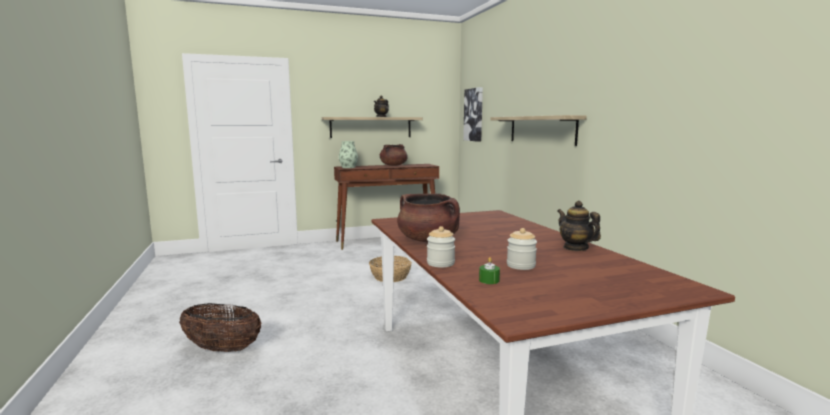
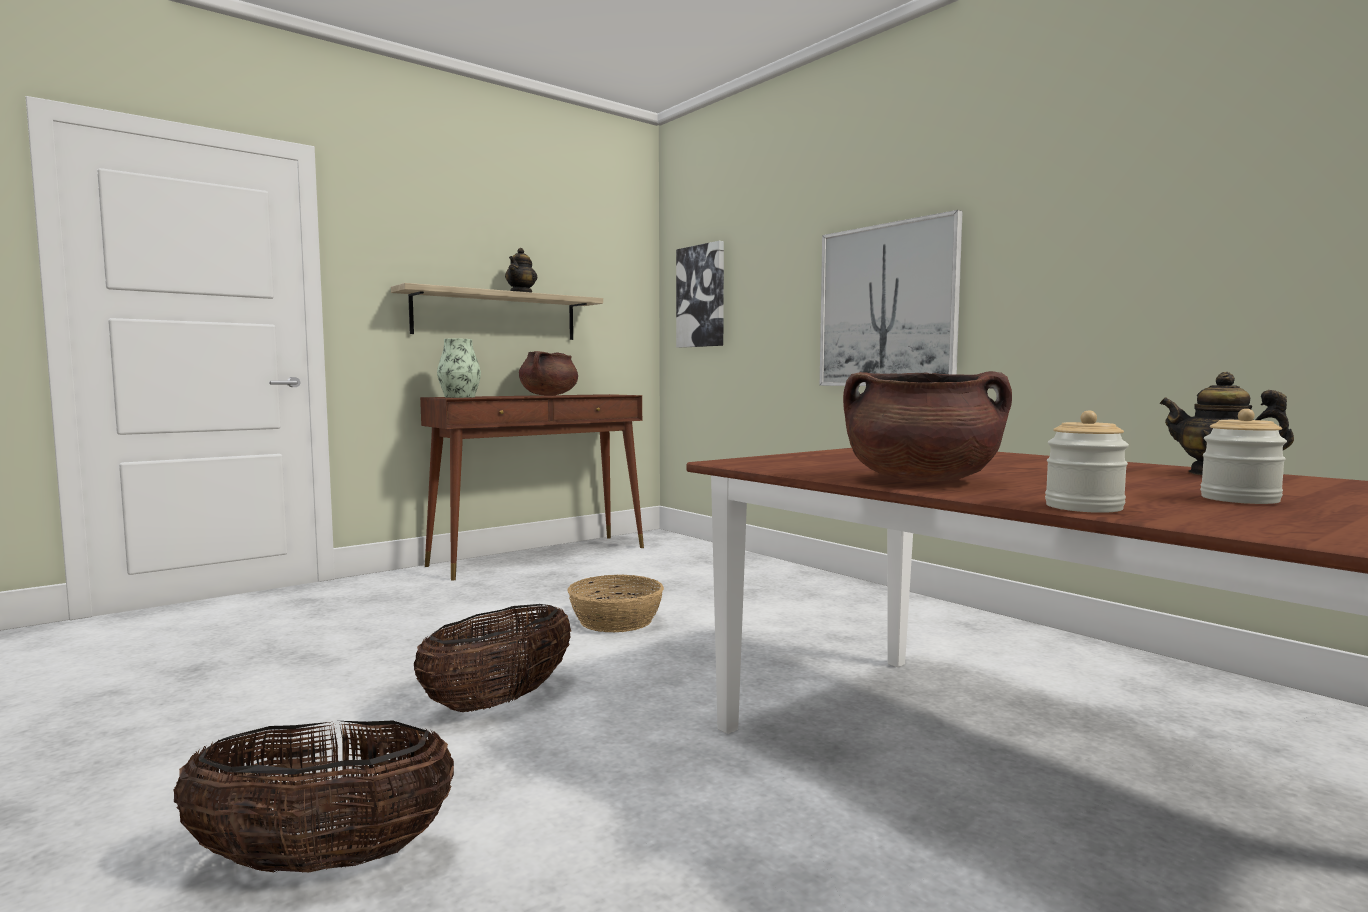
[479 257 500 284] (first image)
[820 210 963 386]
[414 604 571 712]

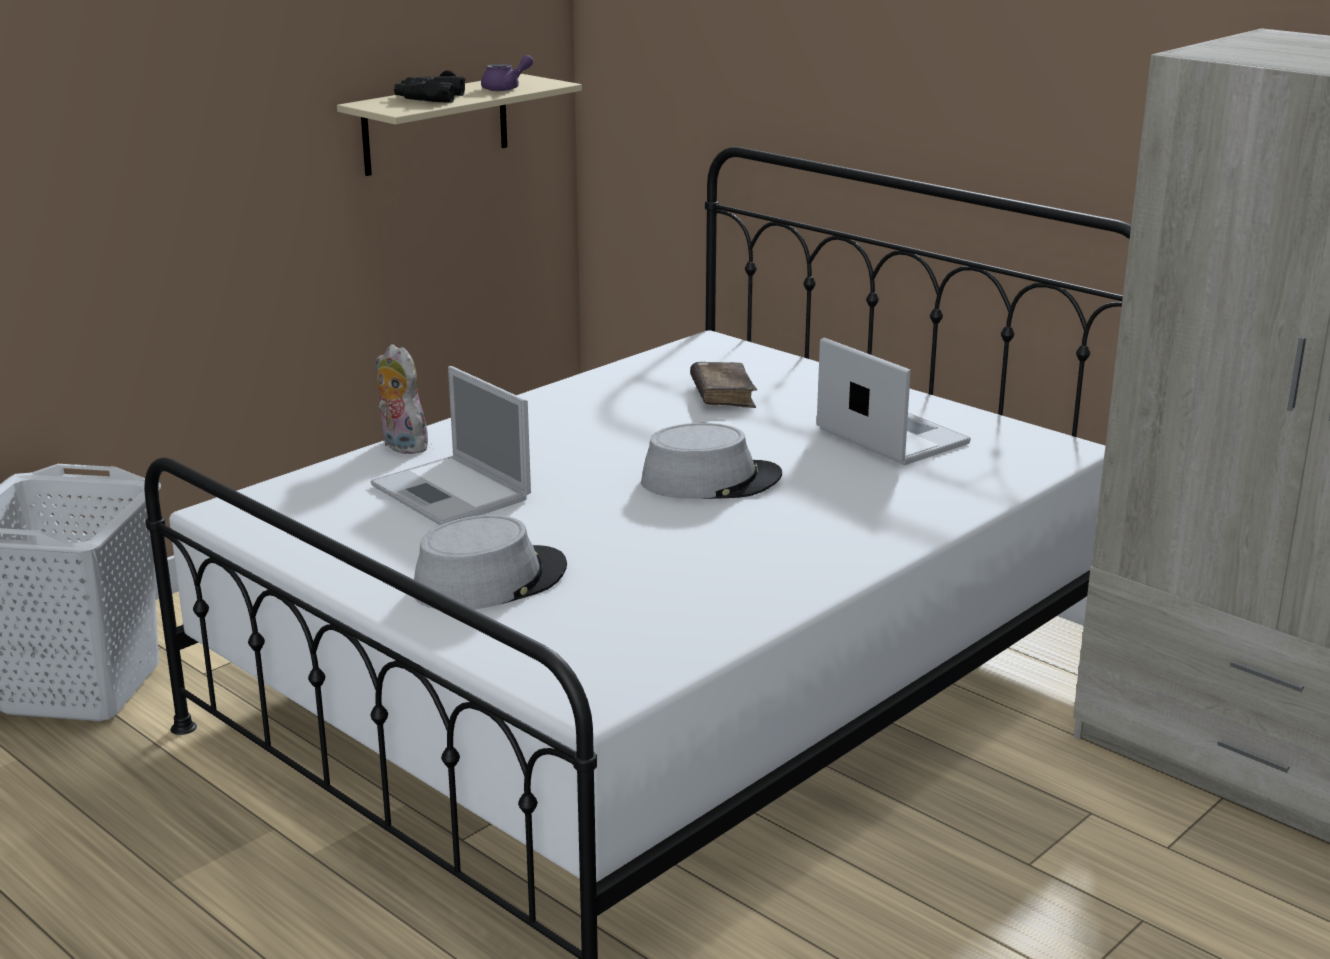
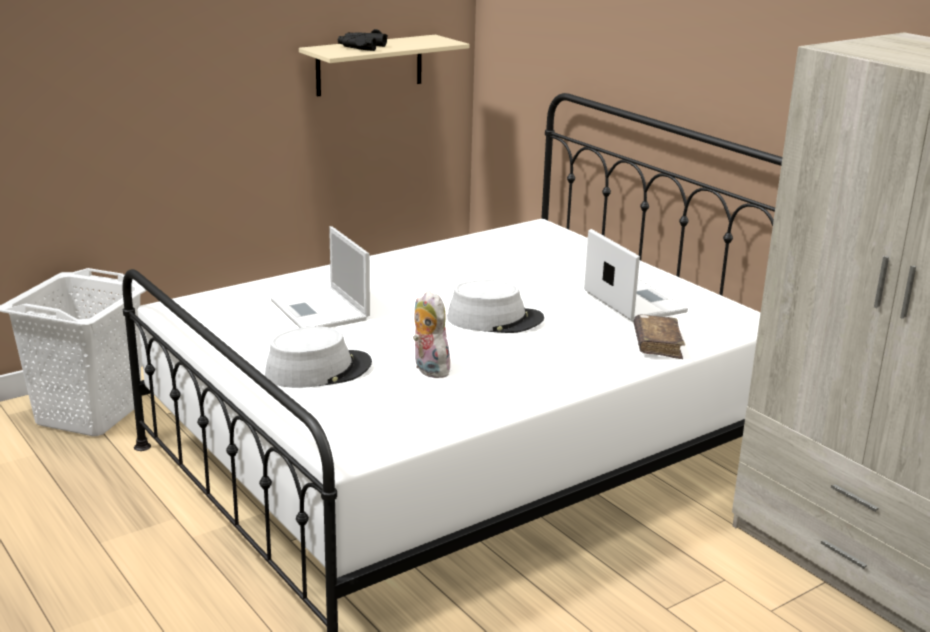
[413 290 450 378]
[481 55 533 91] (first image)
[634 315 685 359]

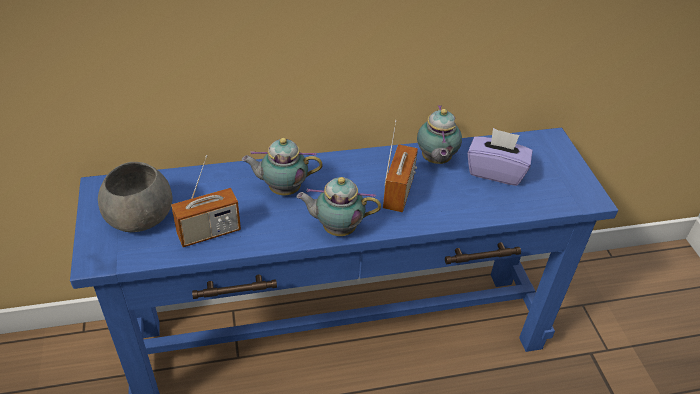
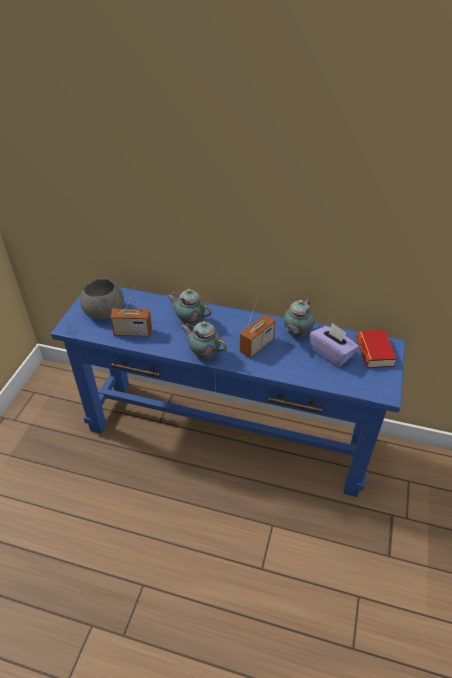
[356 330 397 368]

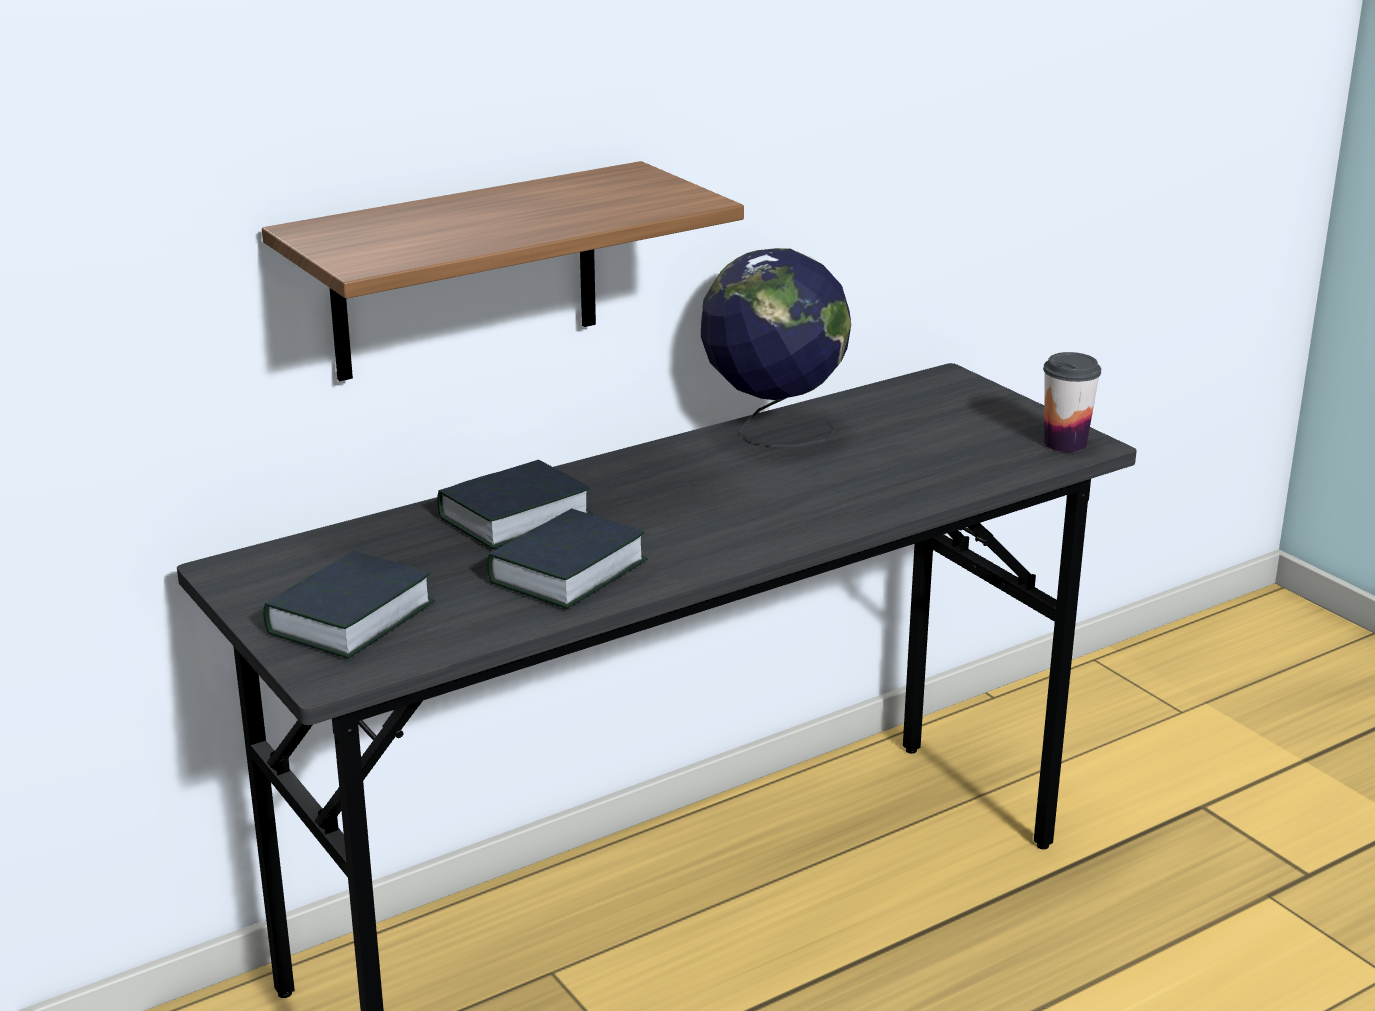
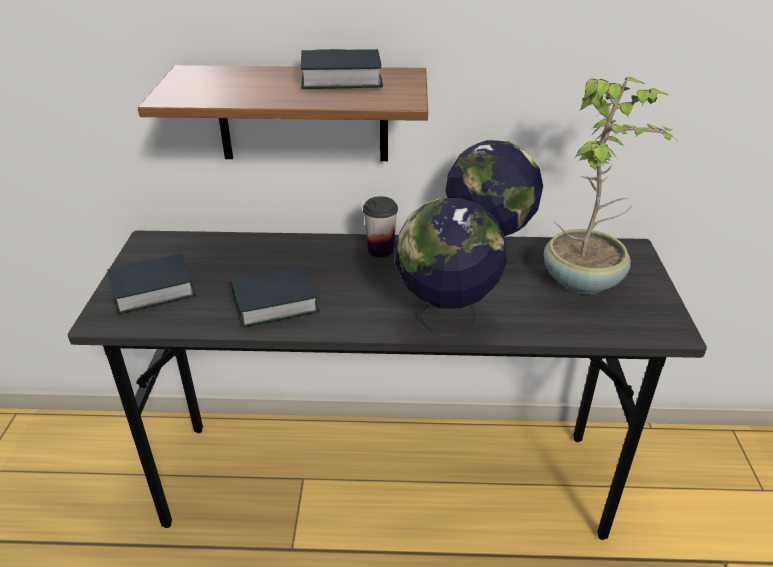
[300 49 383 89]
[363 196 398 258]
[395 198 507 336]
[544 77 679 294]

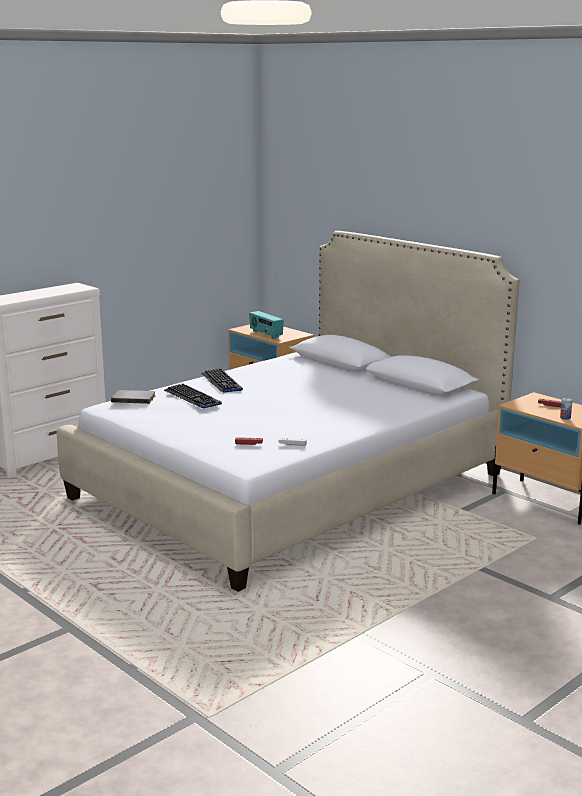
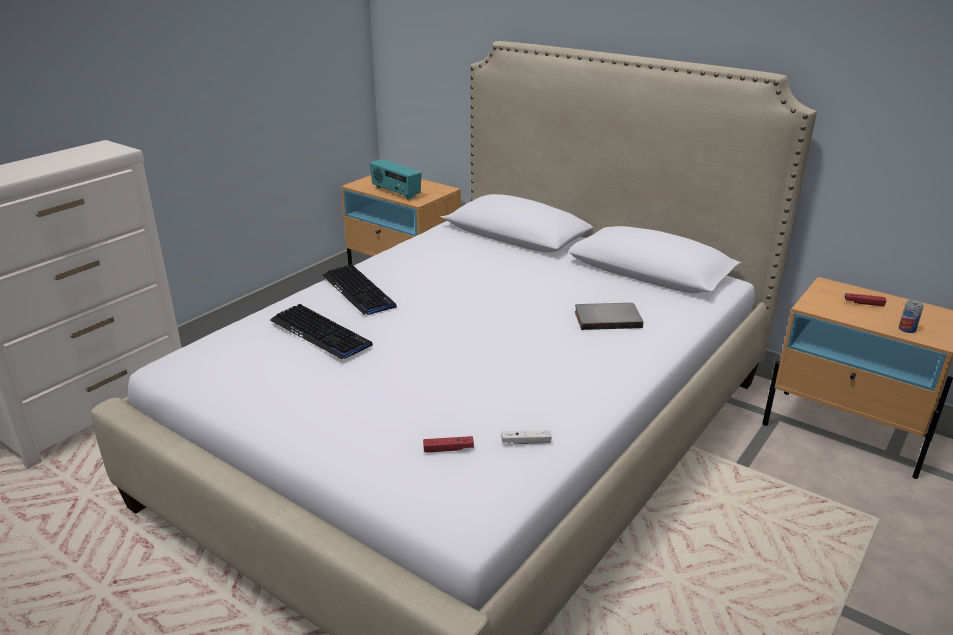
[575 303 643 330]

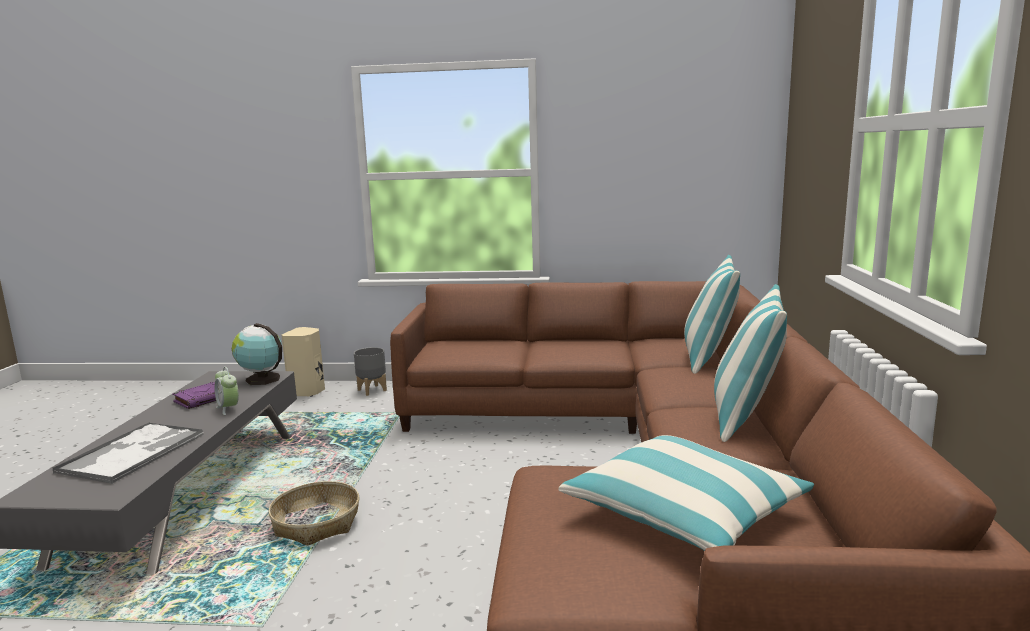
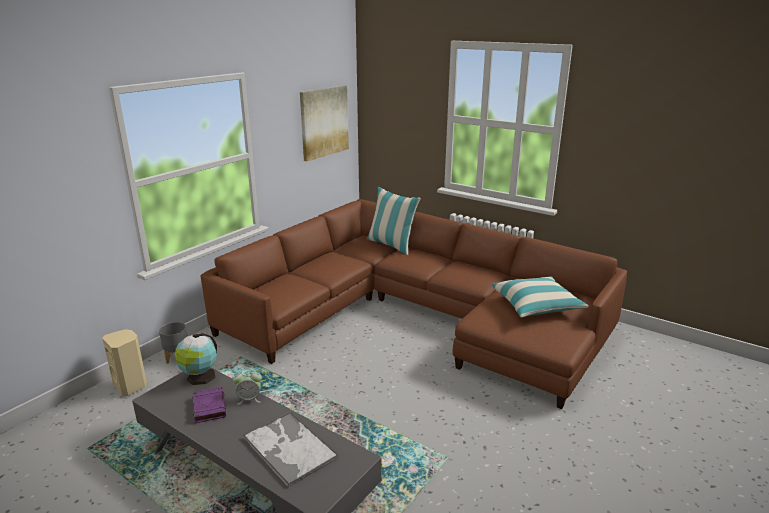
[268 481 360 545] (first image)
[714 284 787 442] (first image)
[300 85 349 161]

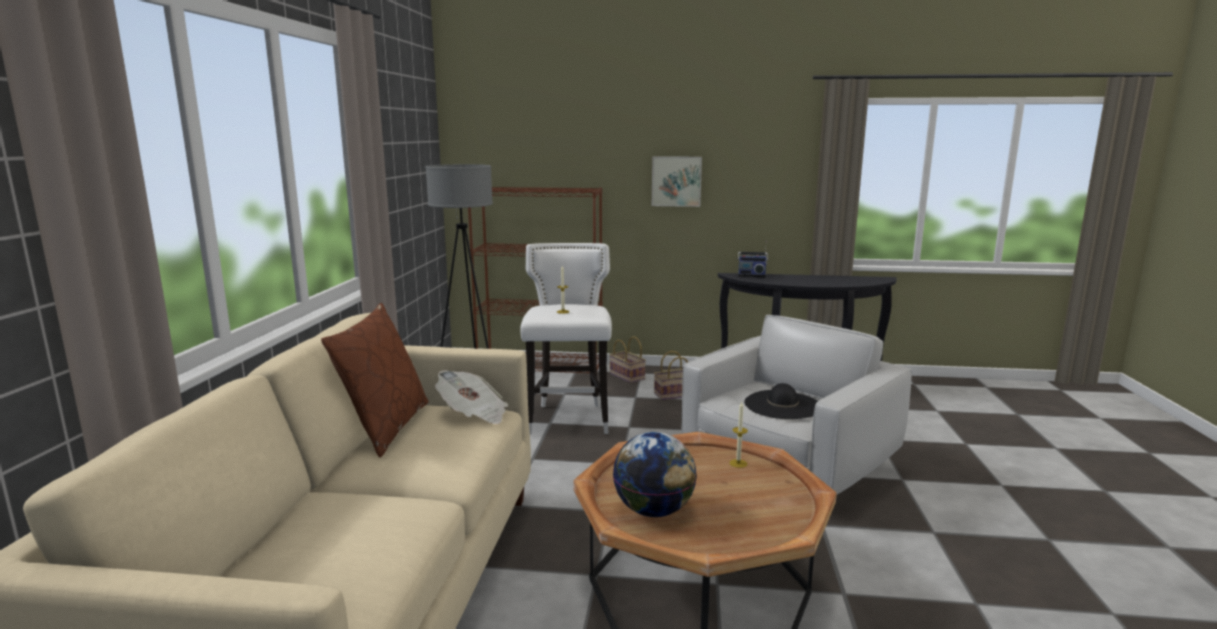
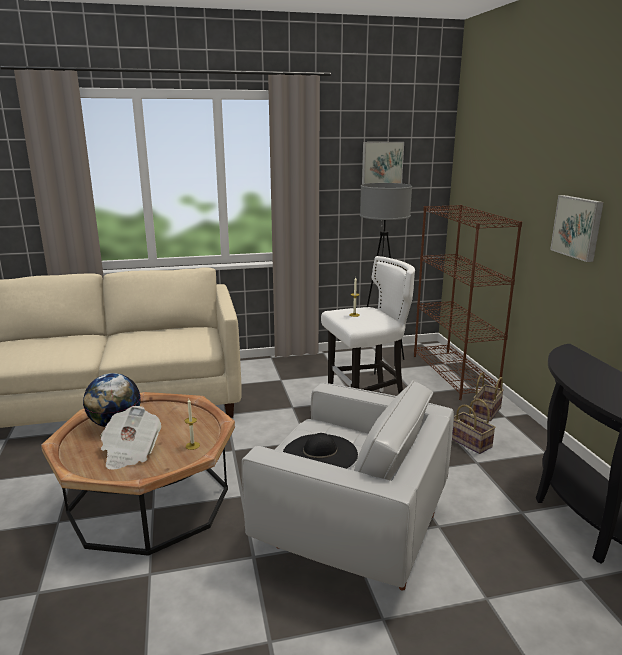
[321 303 429 457] (first image)
[100 406 161 470]
[738 241 768 277] (first image)
[362 142 404 184]

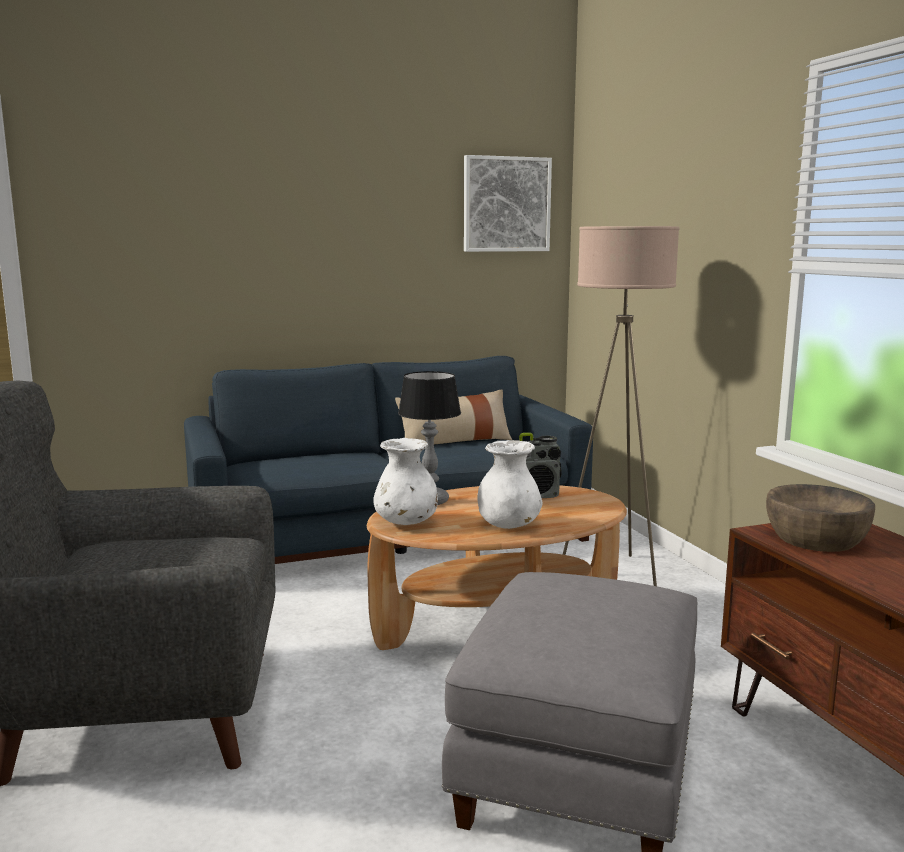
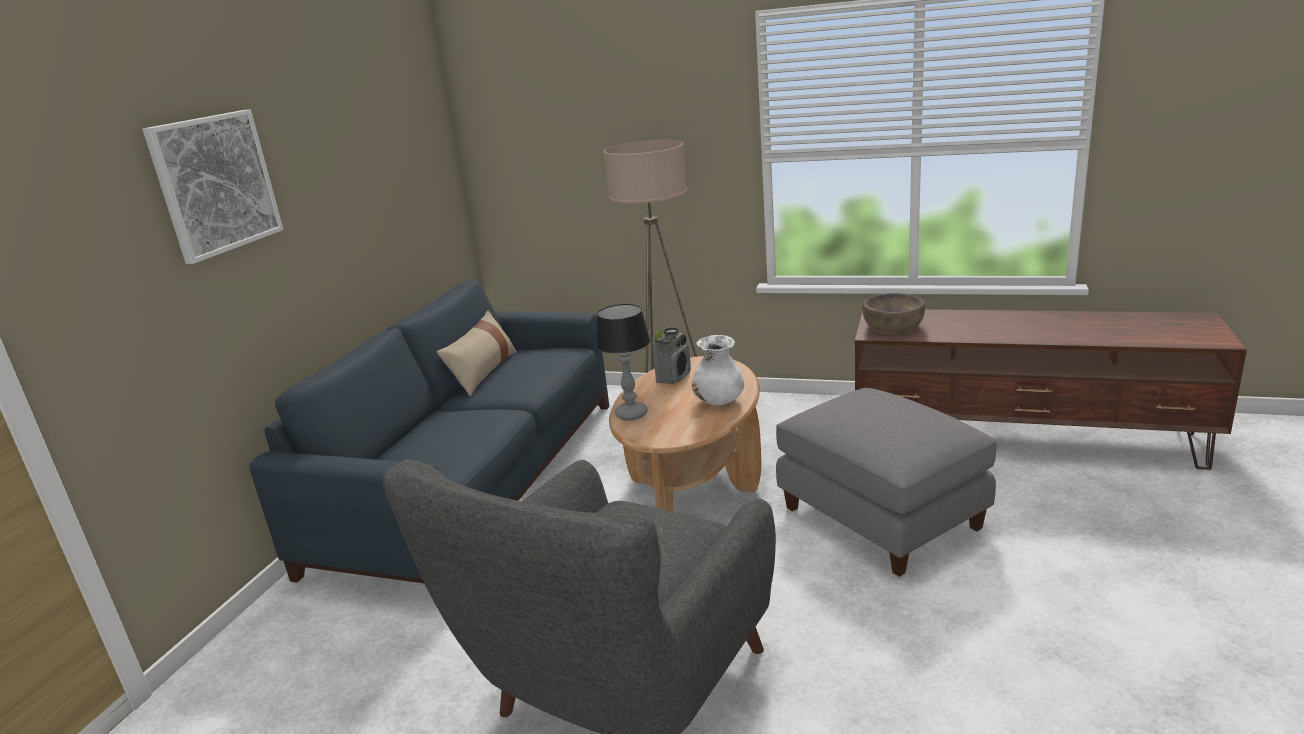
[374 438 438 525] (first image)
[142 109 283 264]

